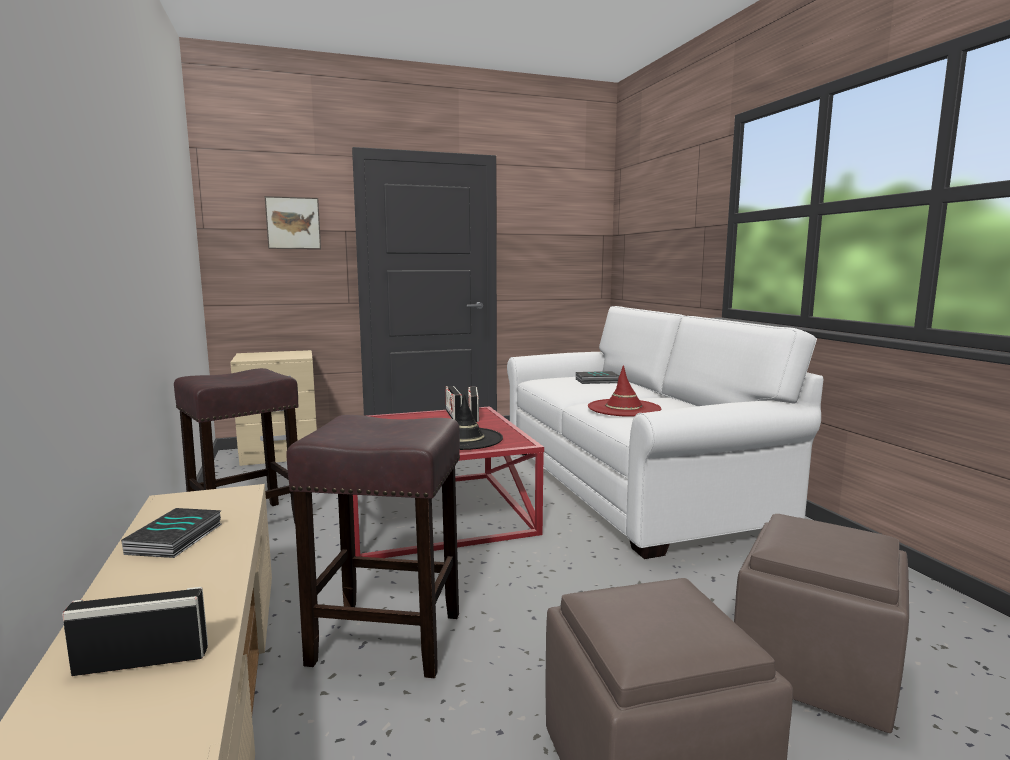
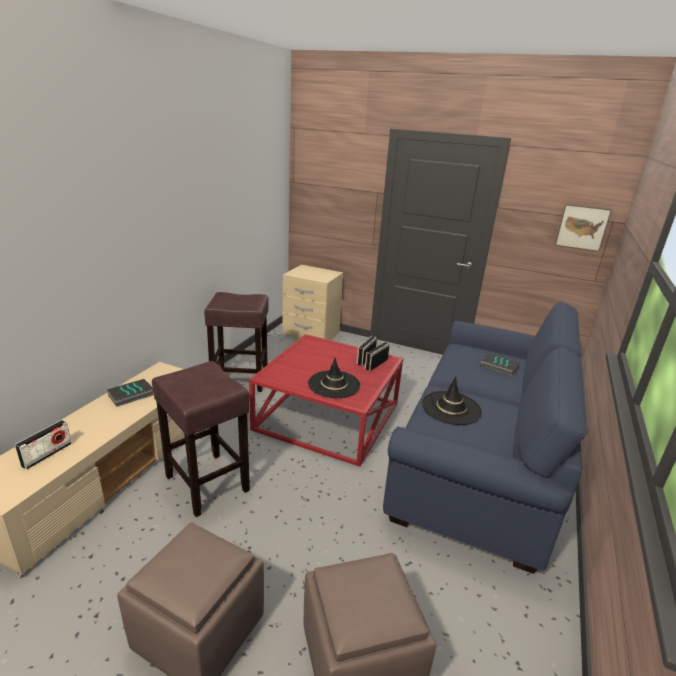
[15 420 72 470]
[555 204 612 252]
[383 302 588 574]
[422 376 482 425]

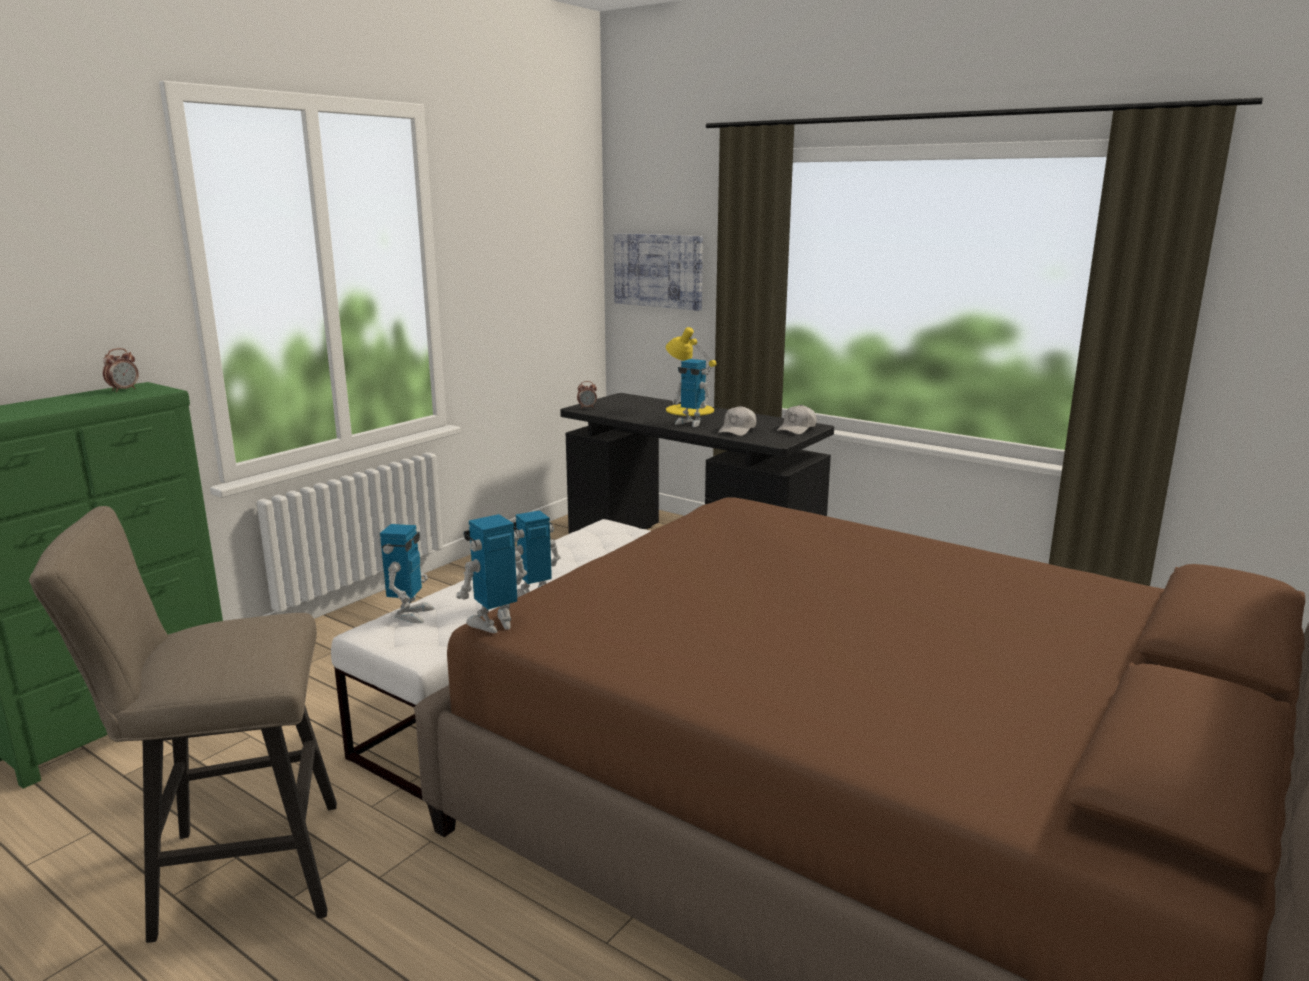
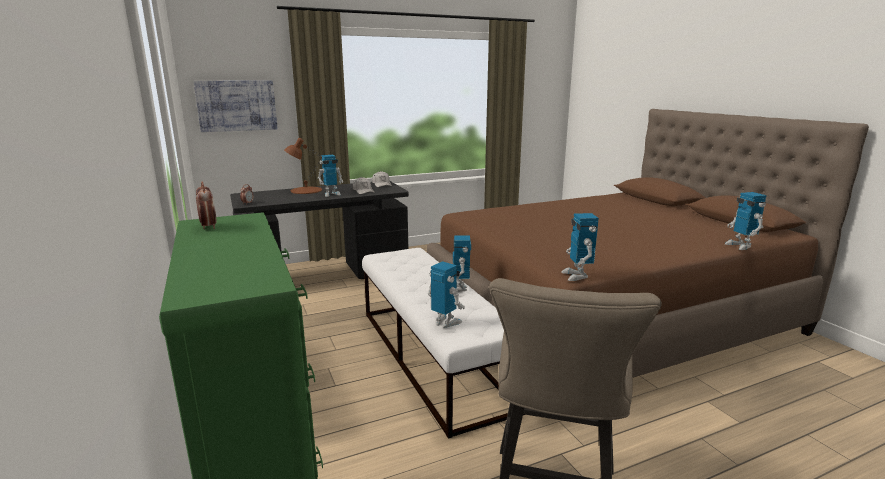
[284 138 322 194]
[725 192 767 250]

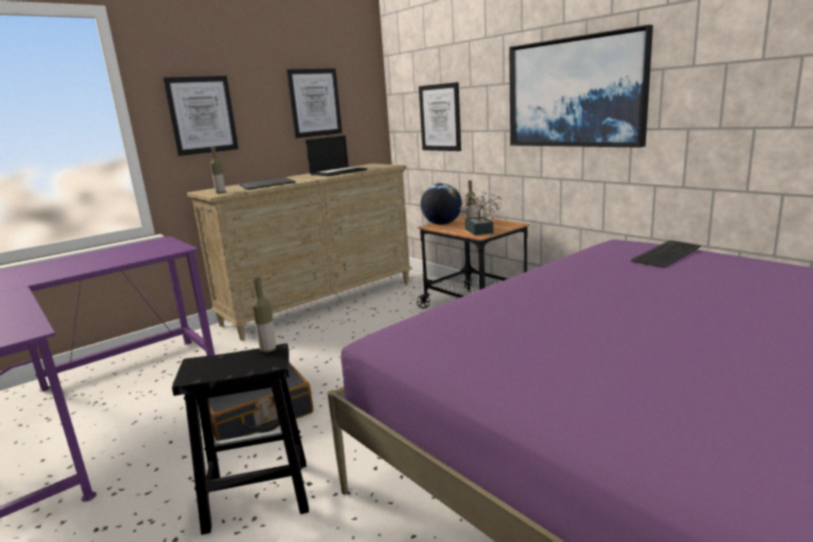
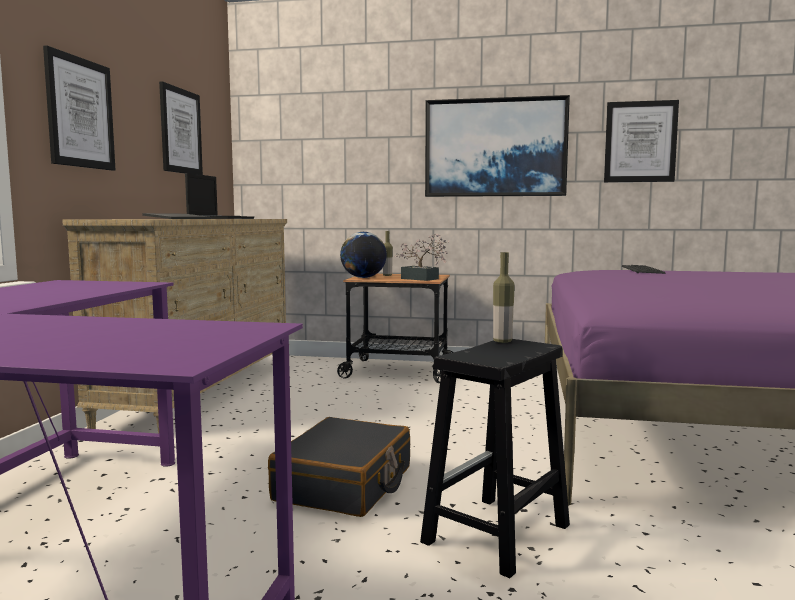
[210 147 225 194] (first image)
[604 100 679 182]

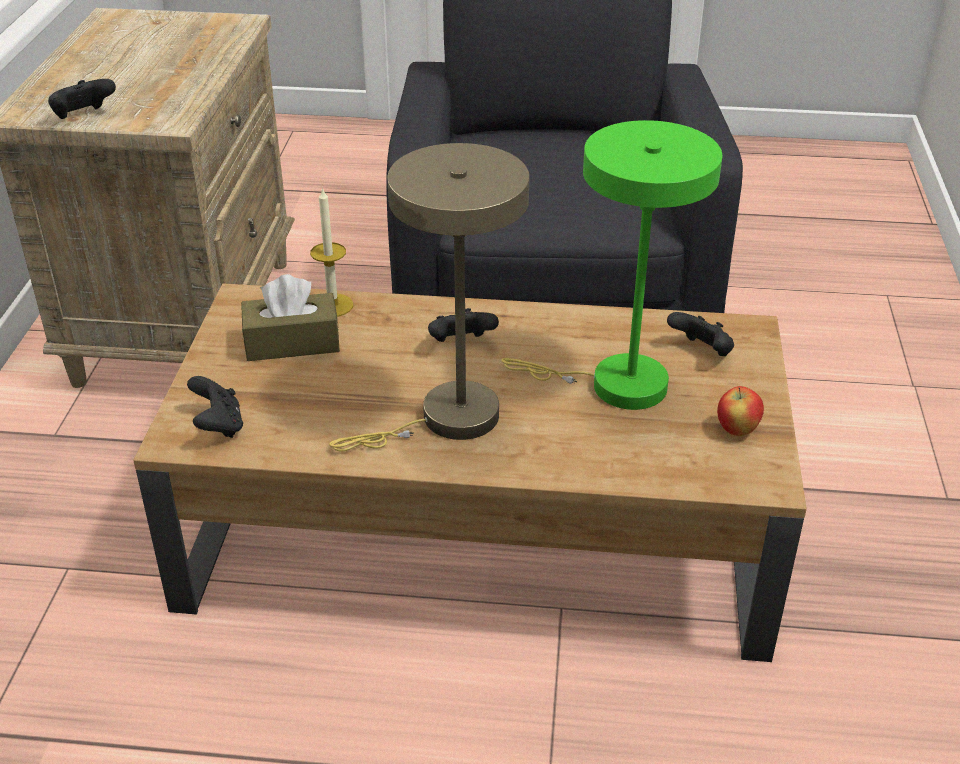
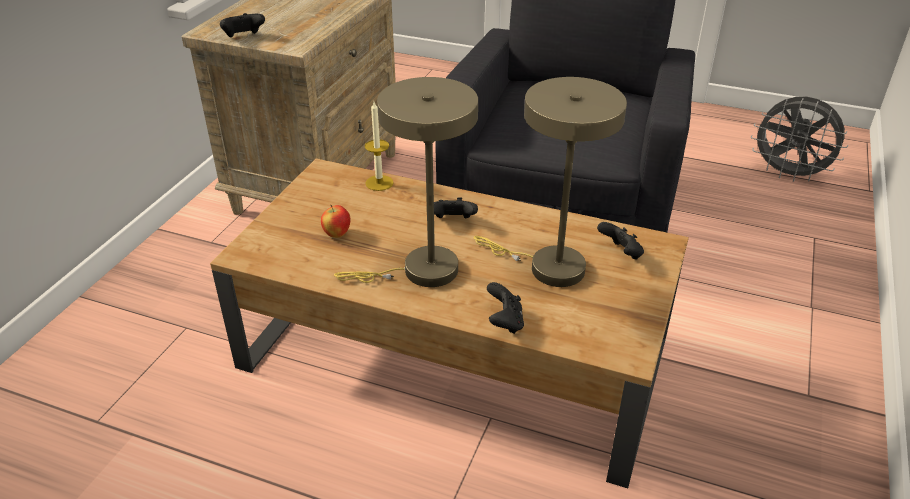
[487 282 524 334]
[241 274 340 361] (first image)
[474 77 627 287]
[321 205 351 238]
[751 97 848 182]

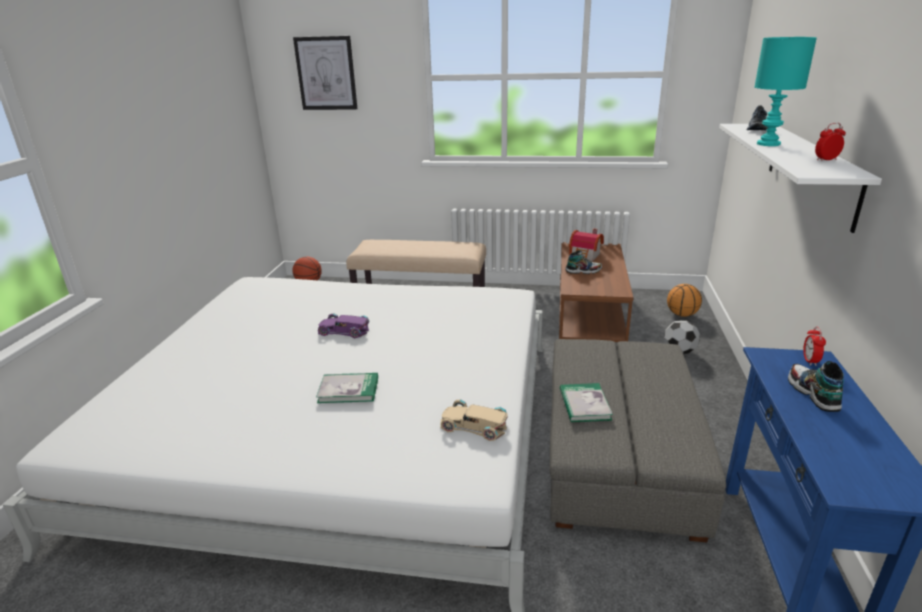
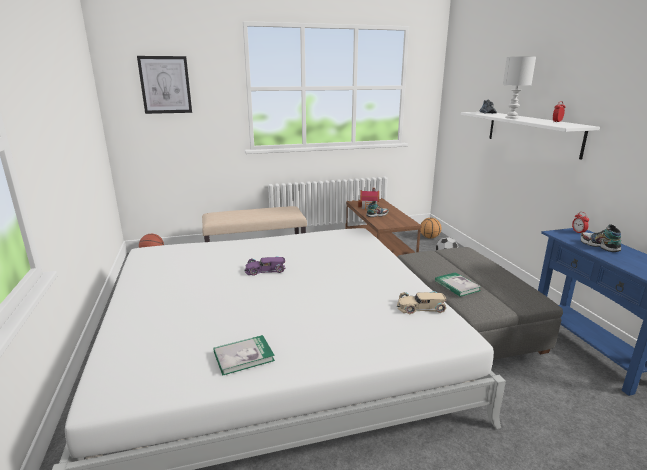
[214 335 275 376]
[503 56 536 119]

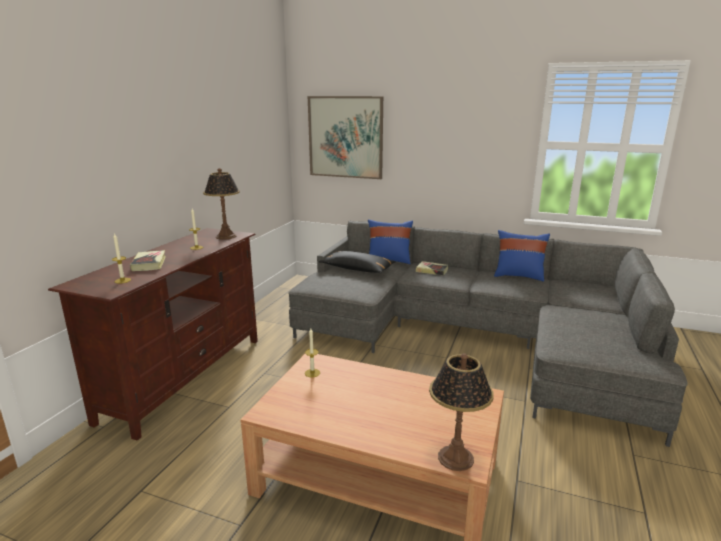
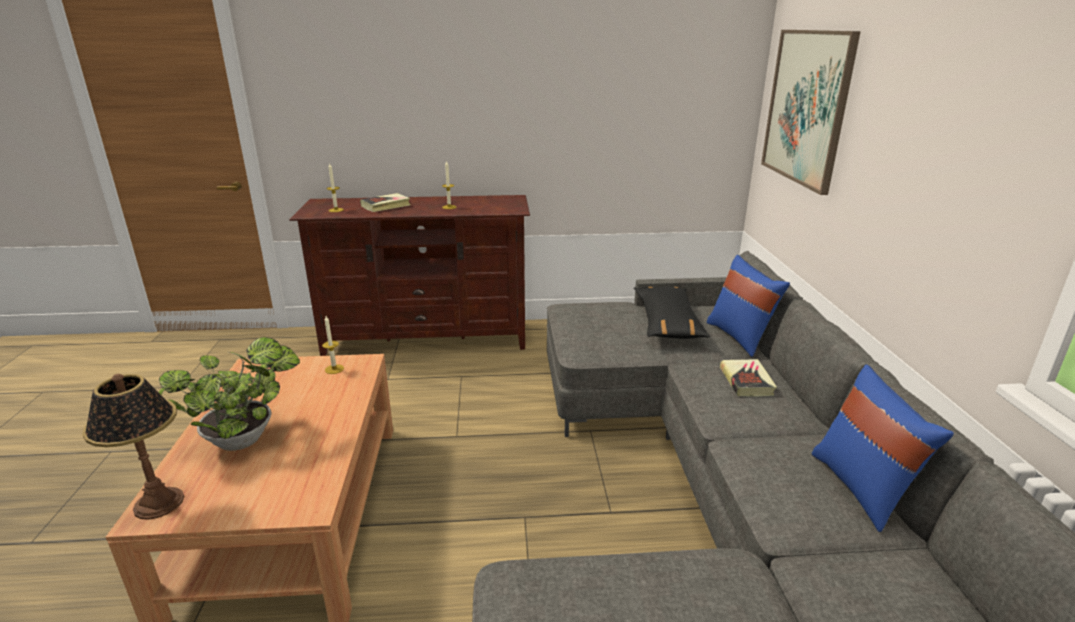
[203 168 240 240] (first image)
[159 337 300 451]

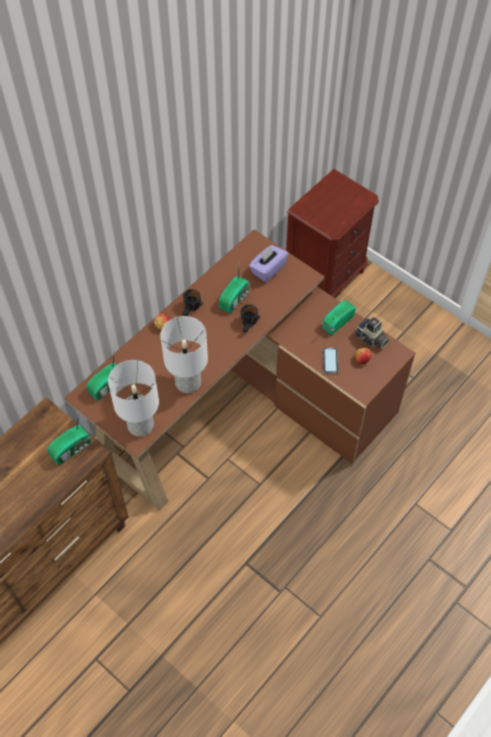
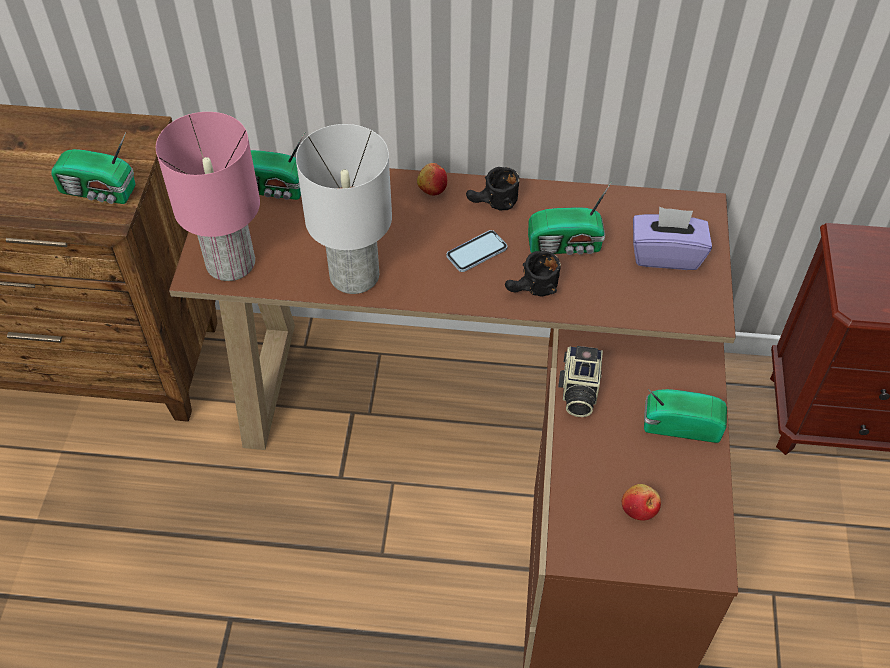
[156 112 260 281]
[446 230 507 272]
[558 346 603 417]

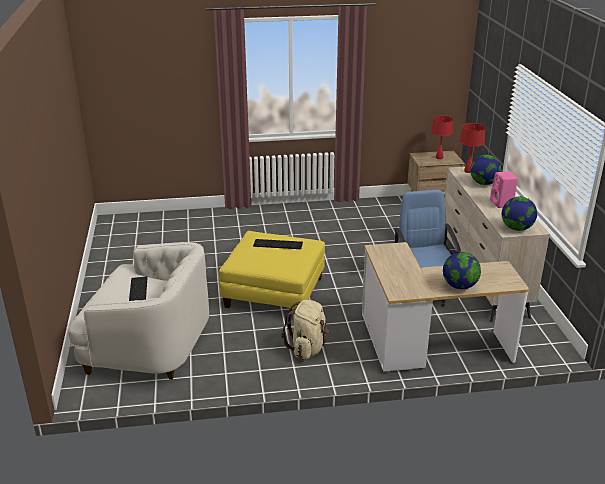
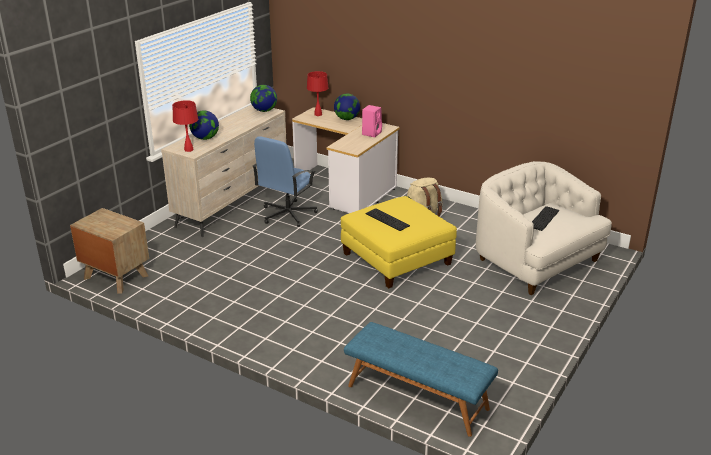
[307 71 329 116]
[362 105 382 137]
[344 322 498 437]

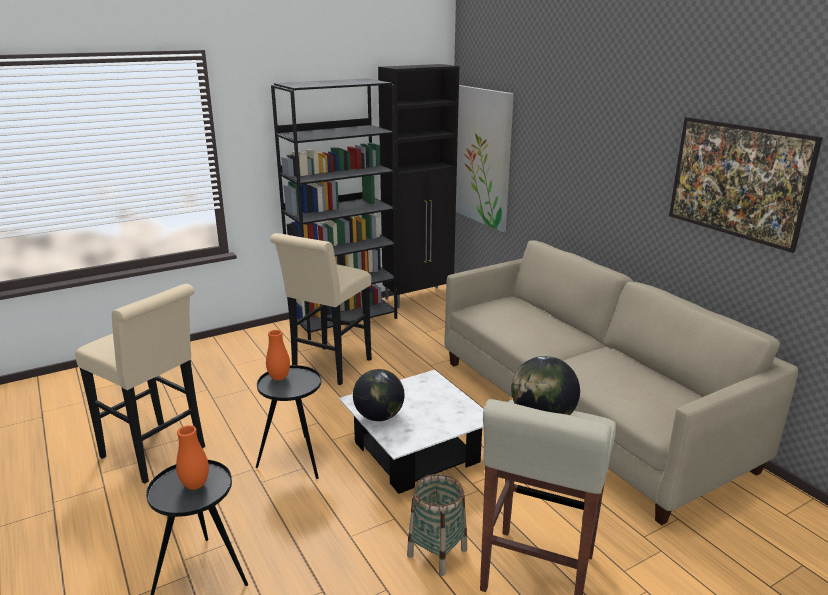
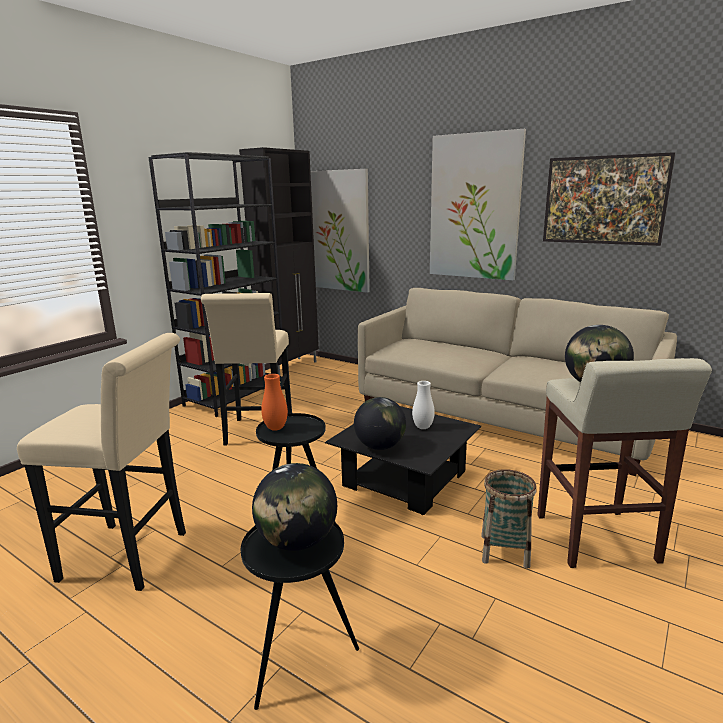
[252 463 337 551]
[325 406 481 515]
[412 381 435 429]
[430 129 526 281]

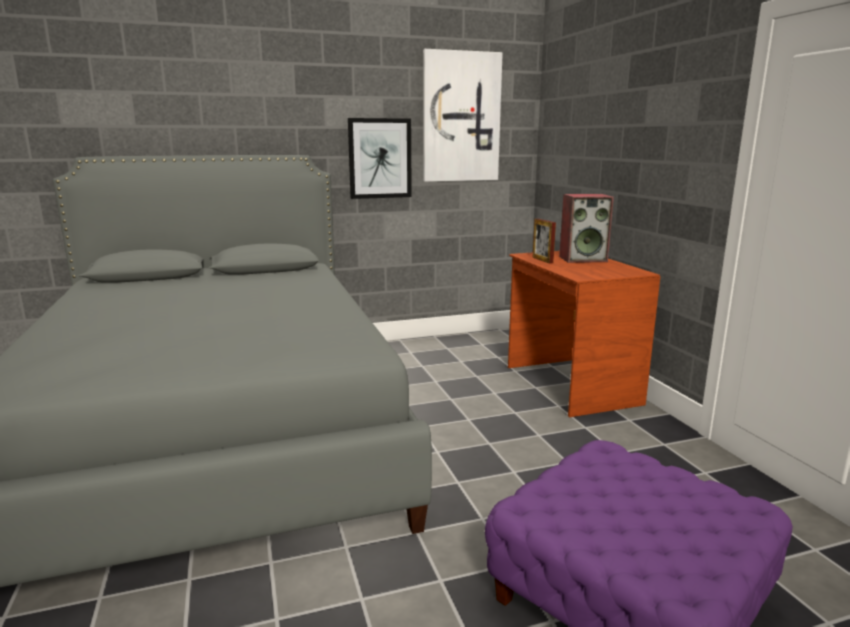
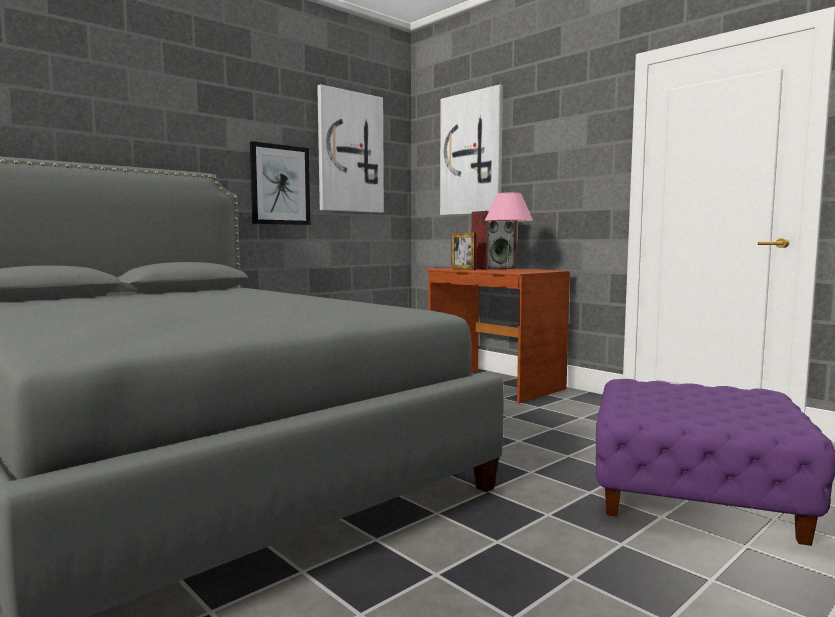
[440 85 503 215]
[484 193 533 271]

